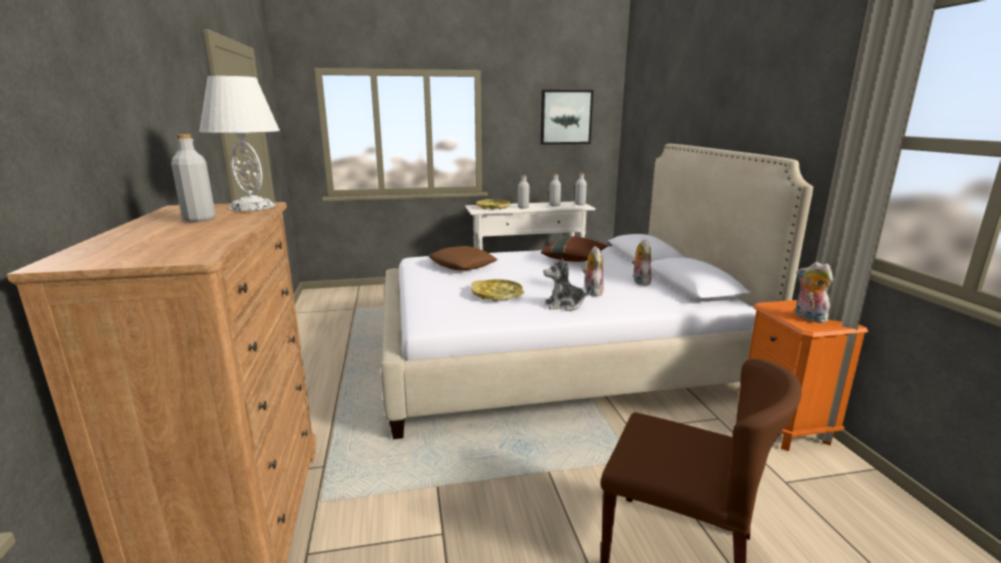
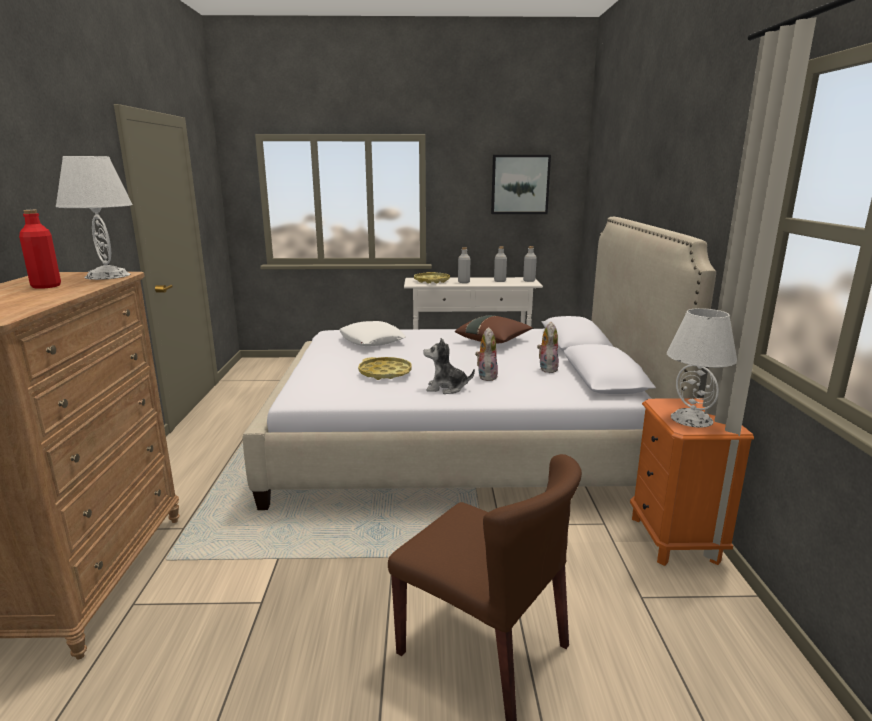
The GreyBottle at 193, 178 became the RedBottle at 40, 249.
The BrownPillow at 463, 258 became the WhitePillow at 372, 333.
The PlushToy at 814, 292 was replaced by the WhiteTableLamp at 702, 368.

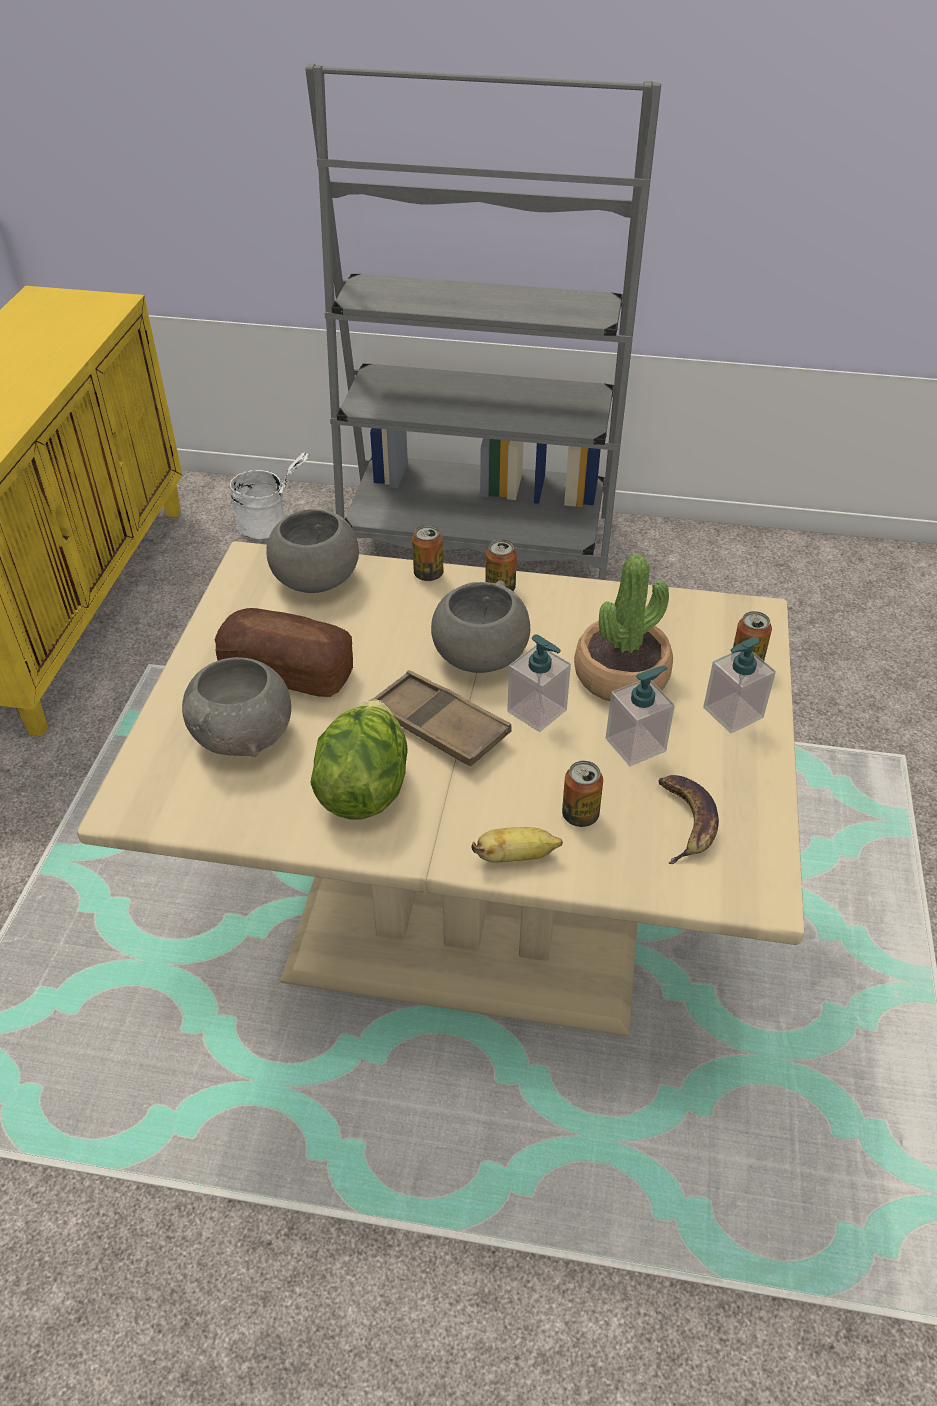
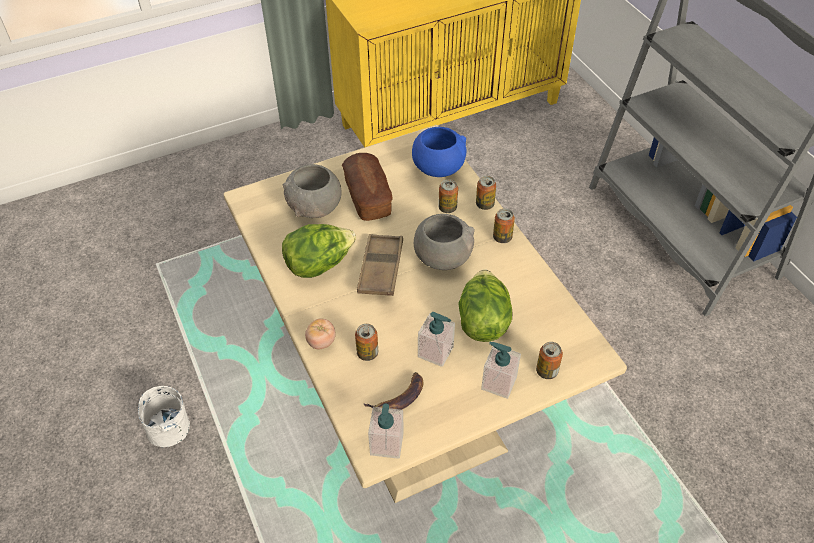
The WhiteBucket moved from 270, 495 to 164, 416.
The GreyBowl at 312, 550 became the BlueBowl at 439, 152.
The PottedPlant at 623, 627 was replaced by the Lettuce at 485, 305.
The SoapDispenser moved from 539, 683 to 386, 431.
The Banana at 517, 845 was replaced by the Tomato at 320, 333.
The Can at 448, 196 appeared.

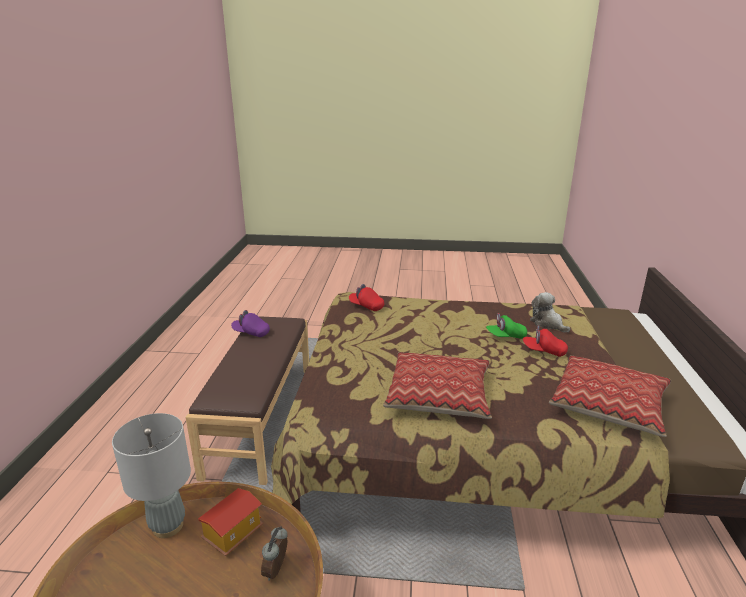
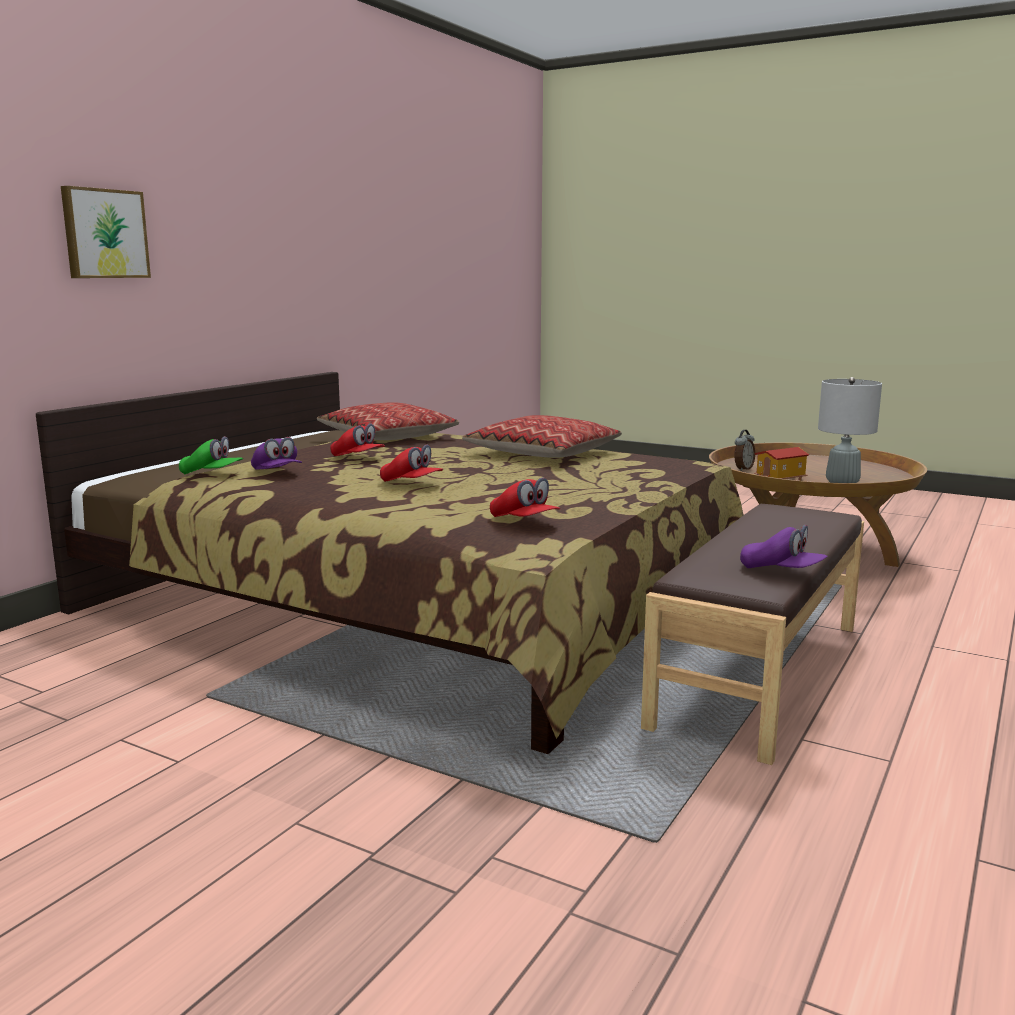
The PlushToy at 550, 312 was replaced by the PurpleCap at 276, 453.
The GreenCap moved from 506, 326 to 211, 455.
The Picture at 106, 232 appeared.
The RedCap at 412, 463 appeared.

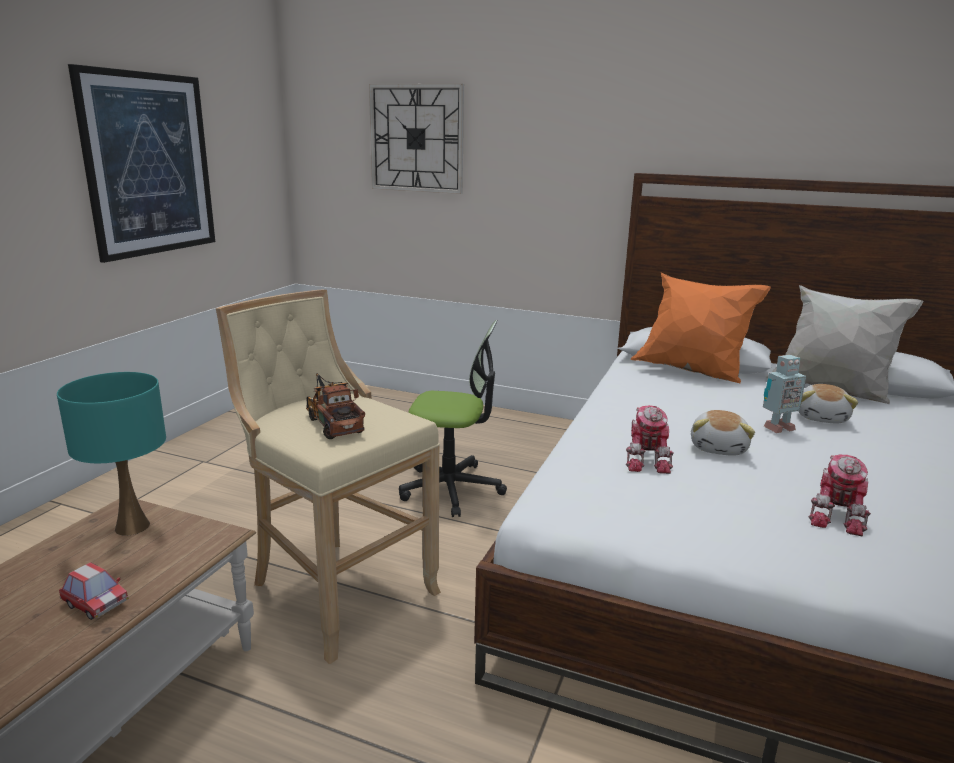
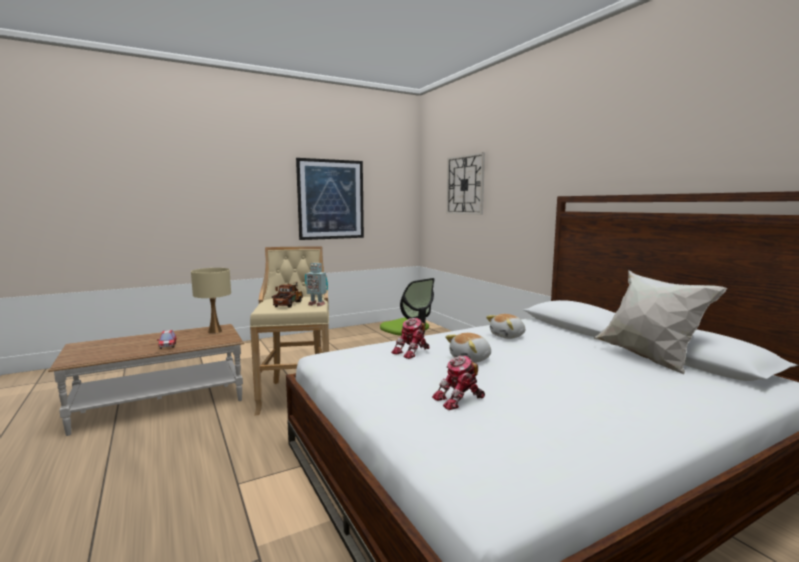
The OrangePillow at 701, 327 disappeared.
The ToyRobot moved from 784, 394 to 316, 284.
The TurquoiseTableLamp at 111, 454 became the BeigeTableLamp at 211, 301.
The PlushToy moved from 828, 403 to 505, 326.

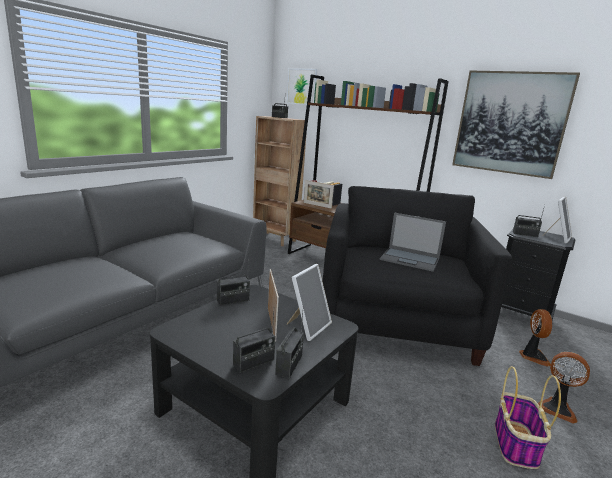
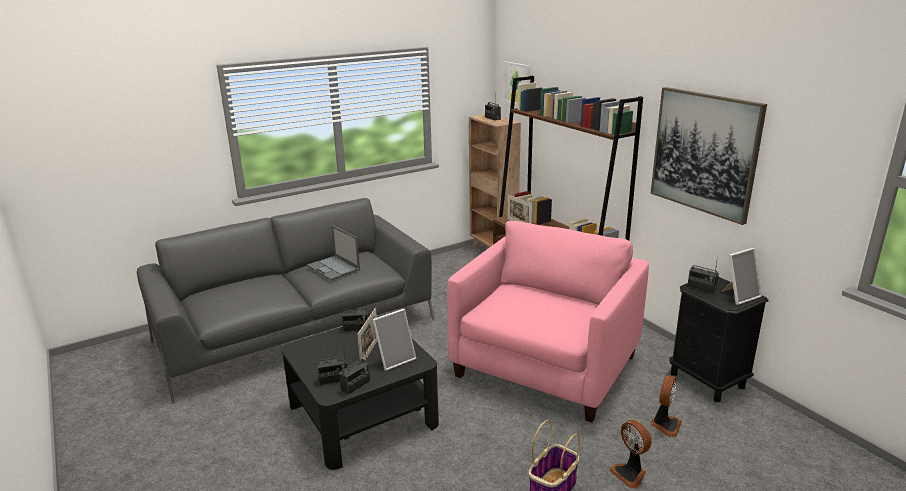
The BlackArmchair at 417, 276 became the PinkArmchair at 548, 322.
The Laptop moved from 413, 242 to 333, 252.

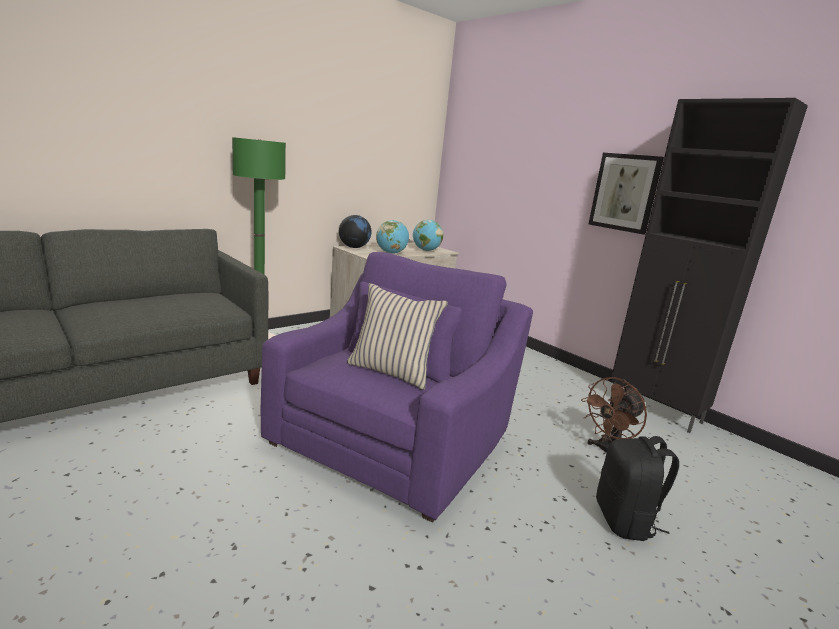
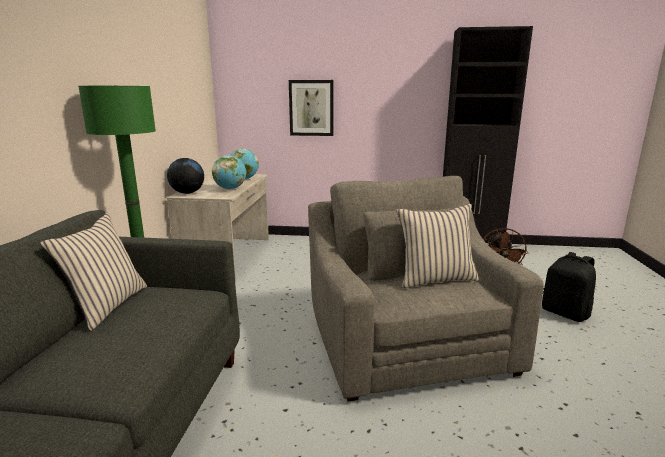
The Picture moved from 626, 194 to 311, 108.
The PurpleArmchair at 397, 387 became the GreyArmchair at 426, 288.
The BeigePillow at 93, 271 appeared.

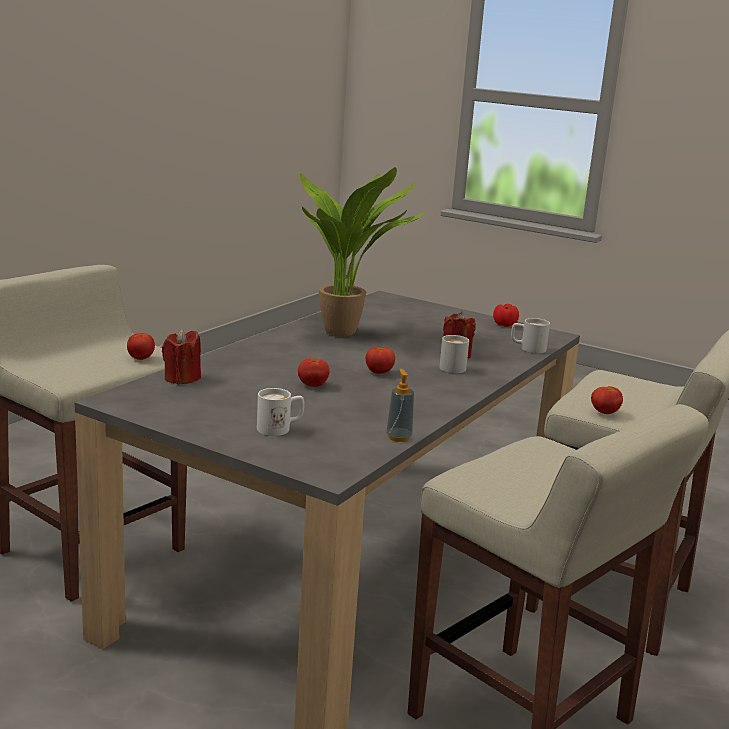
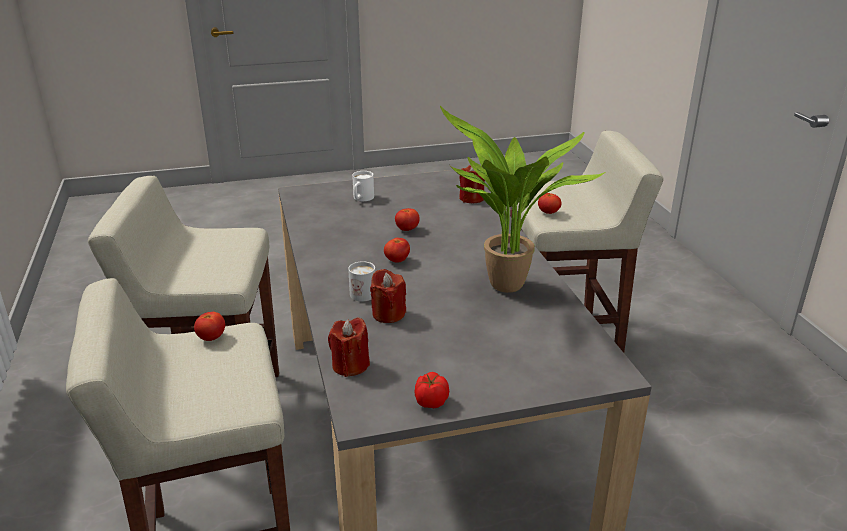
The WhiteMug at 530, 336 was replaced by the RedCandle at 349, 347.
The SoapDispenser at 400, 405 disappeared.

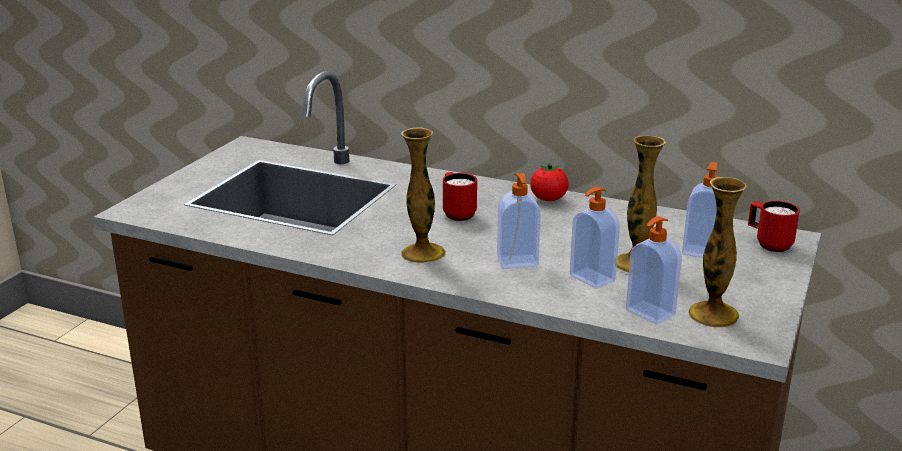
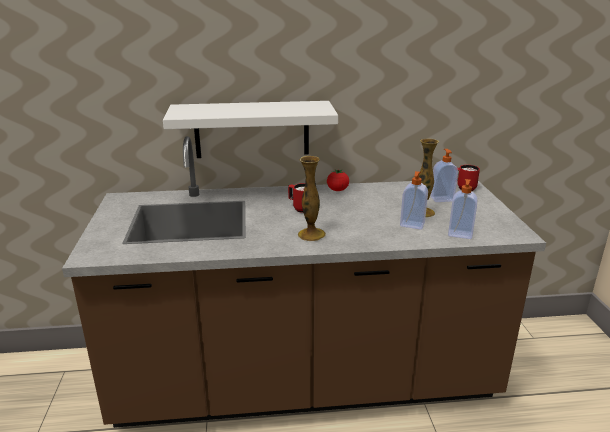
The SoapDispenser at 519, 221 disappeared.
The Vase at 717, 252 disappeared.
The WhiteShelf at 250, 129 appeared.

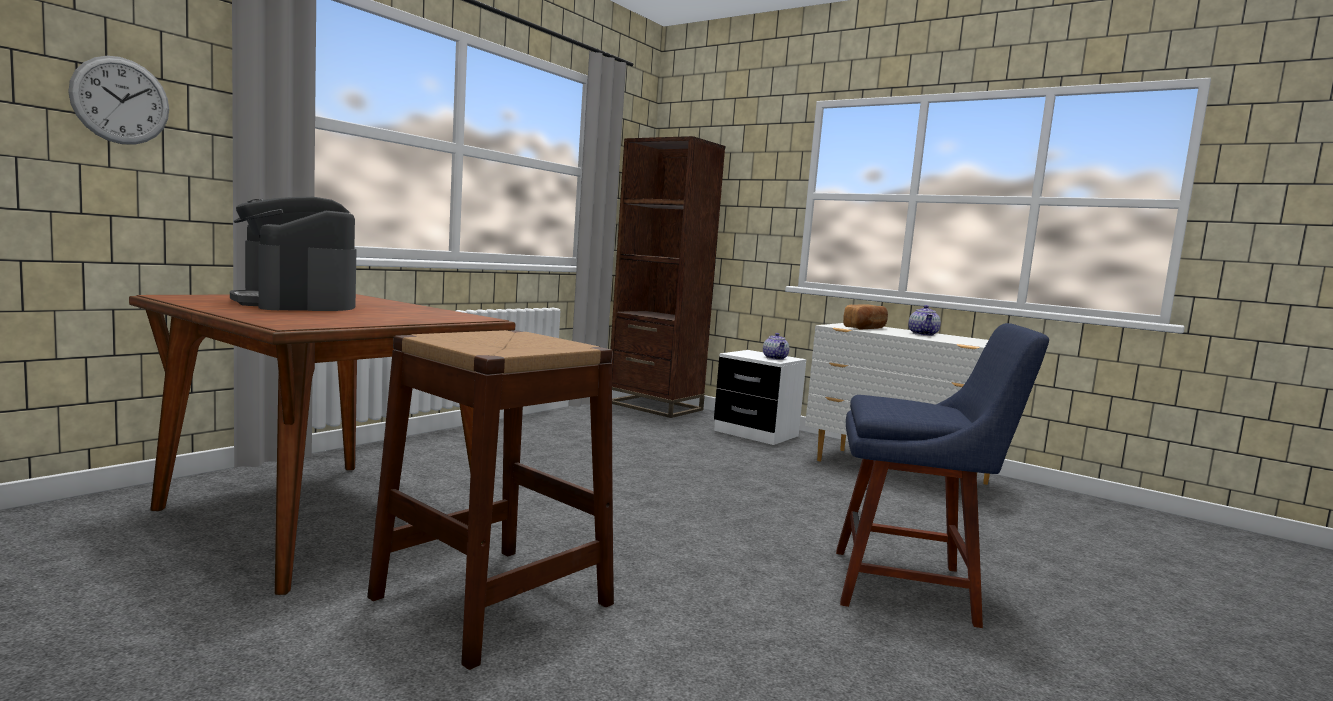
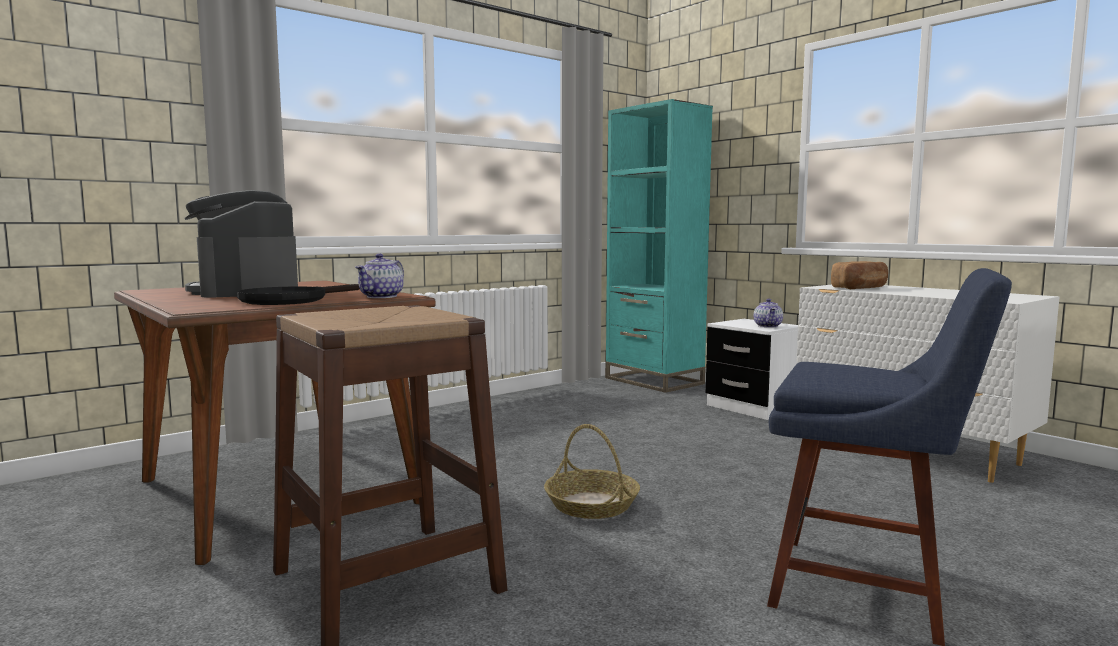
The WallClock at 118, 100 disappeared.
The BrownBookcase at 668, 277 became the TurquoiseBookcase at 659, 246.
The Teapot moved from 925, 320 to 379, 275.
The BlackFryingPan at 298, 294 appeared.
The Basket at 592, 471 appeared.

